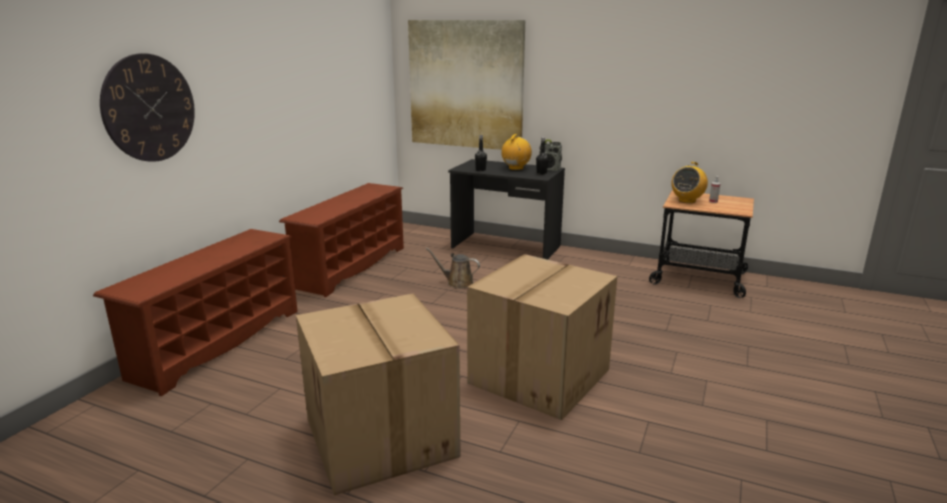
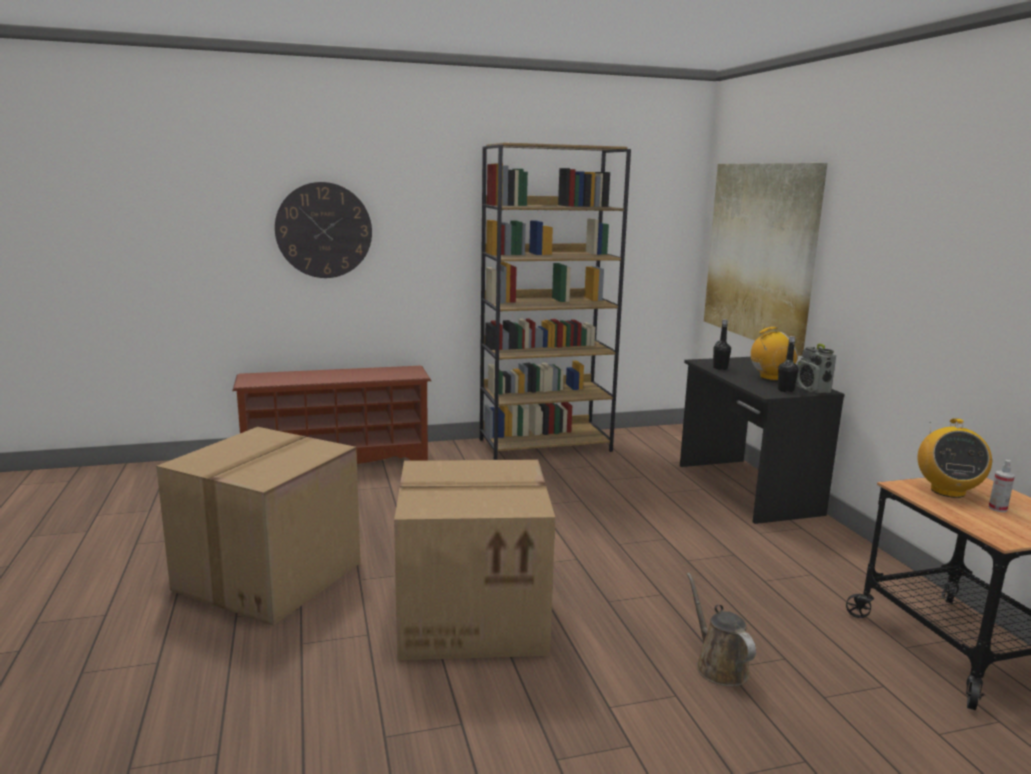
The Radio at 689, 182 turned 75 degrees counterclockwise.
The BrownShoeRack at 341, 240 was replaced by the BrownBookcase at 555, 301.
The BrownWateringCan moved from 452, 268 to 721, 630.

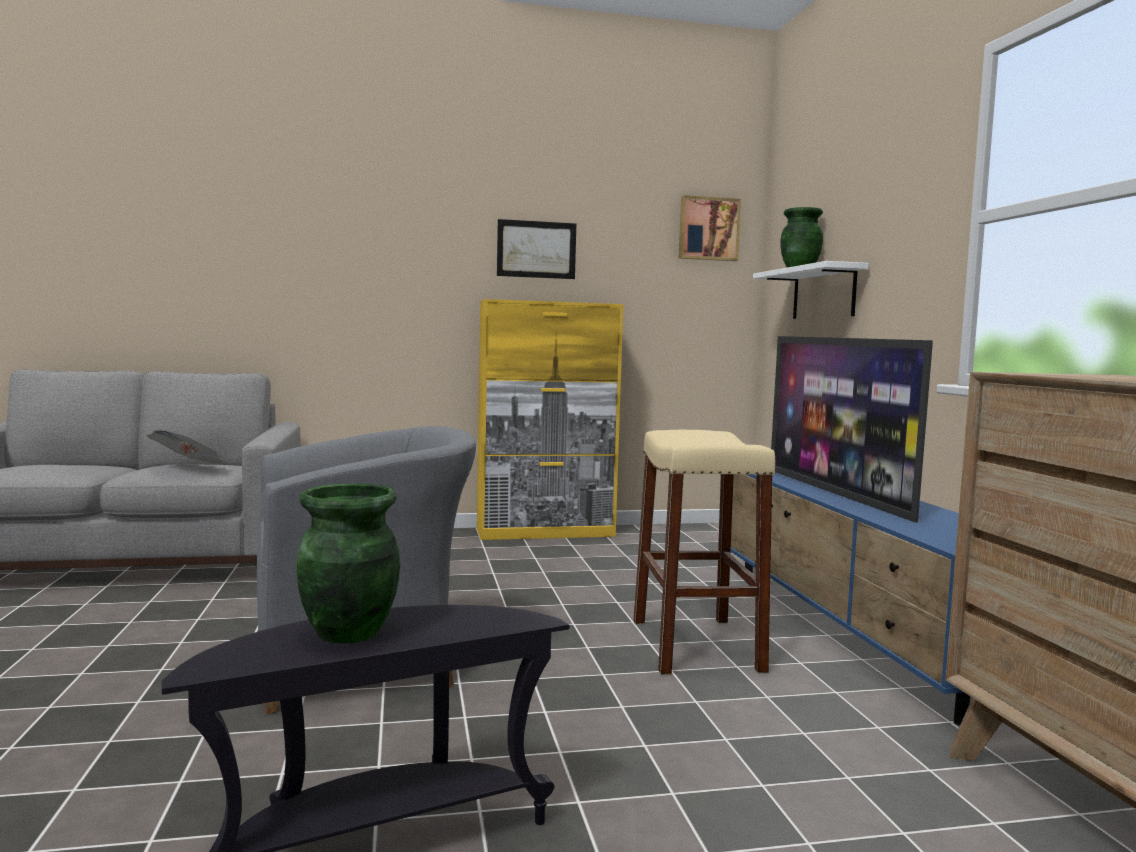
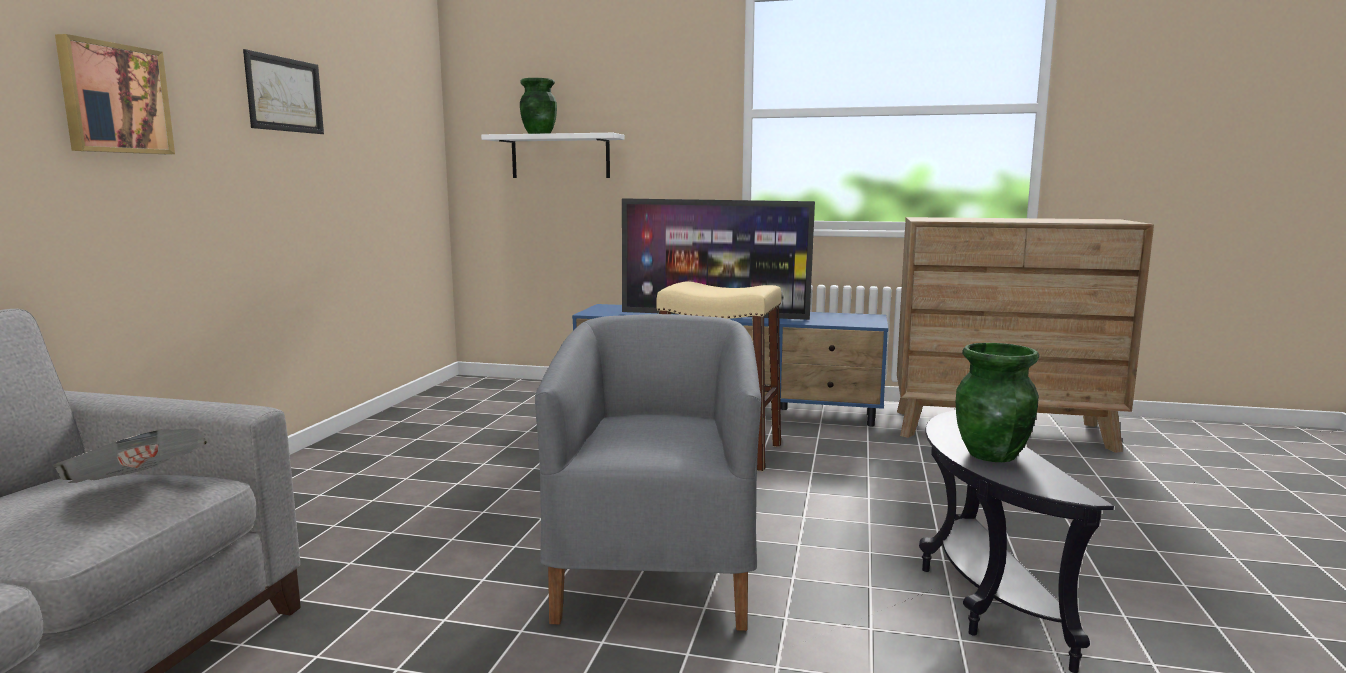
The Picture moved from 709, 228 to 115, 94.
The YellowCabinet at 550, 419 disappeared.

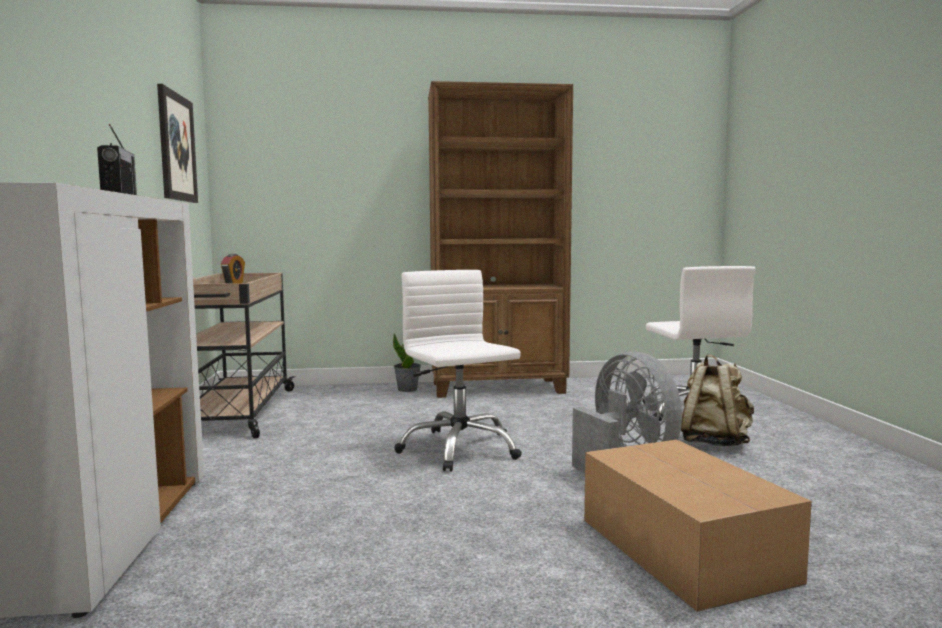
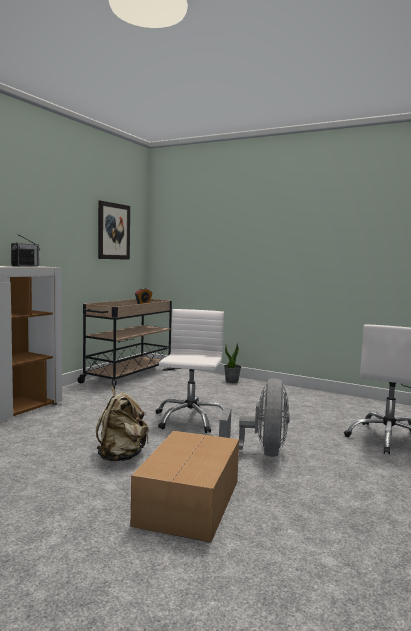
The BrownBookcase at 500, 239 disappeared.
The BeigeBackpack moved from 717, 400 to 122, 424.

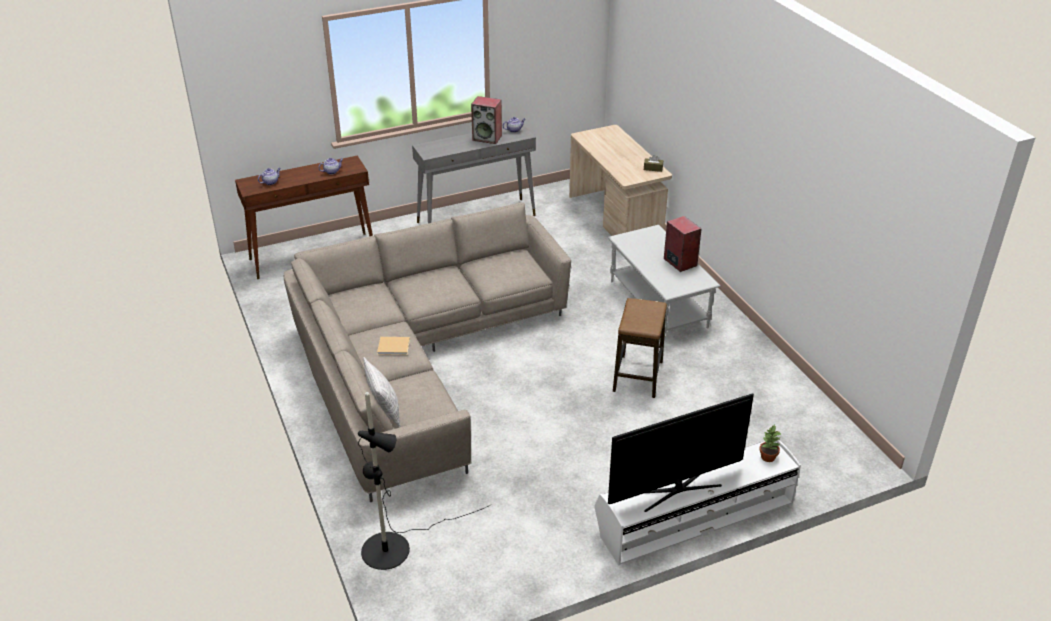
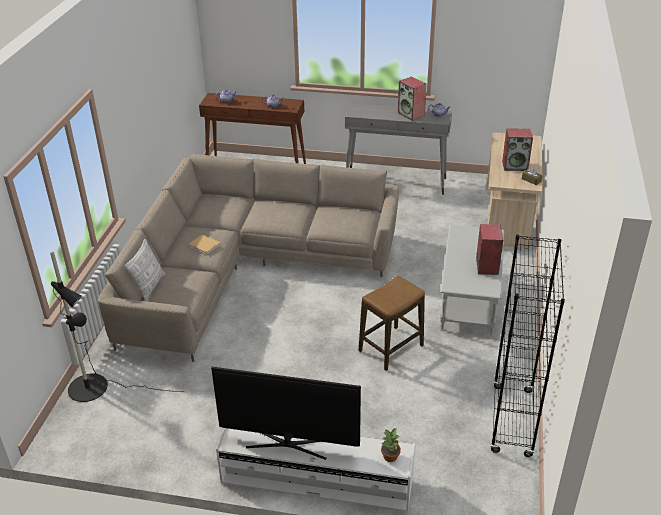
The Speaker at 517, 149 appeared.
The BlackBookcase at 527, 346 appeared.

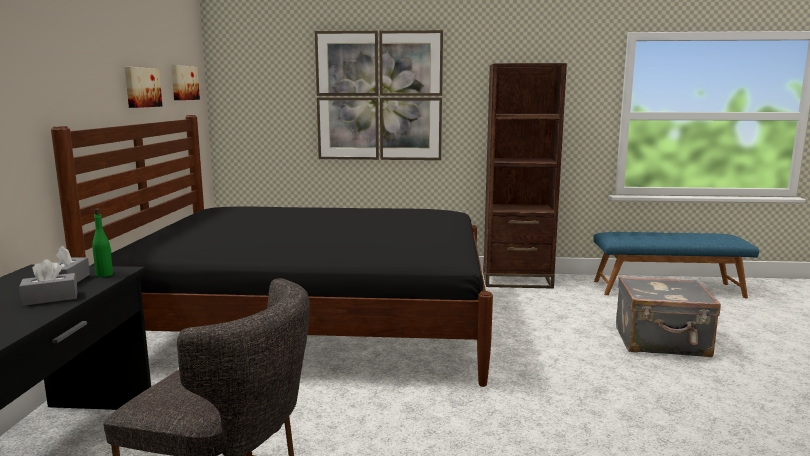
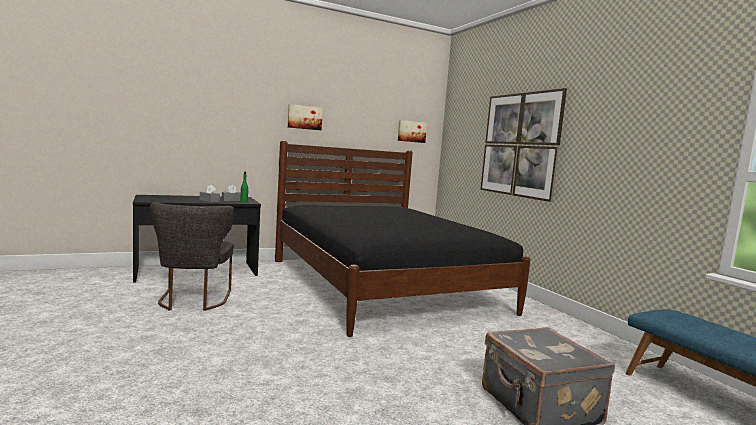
The BrownBookcase at 525, 176 disappeared.
The Picture moved from 143, 87 to 305, 117.

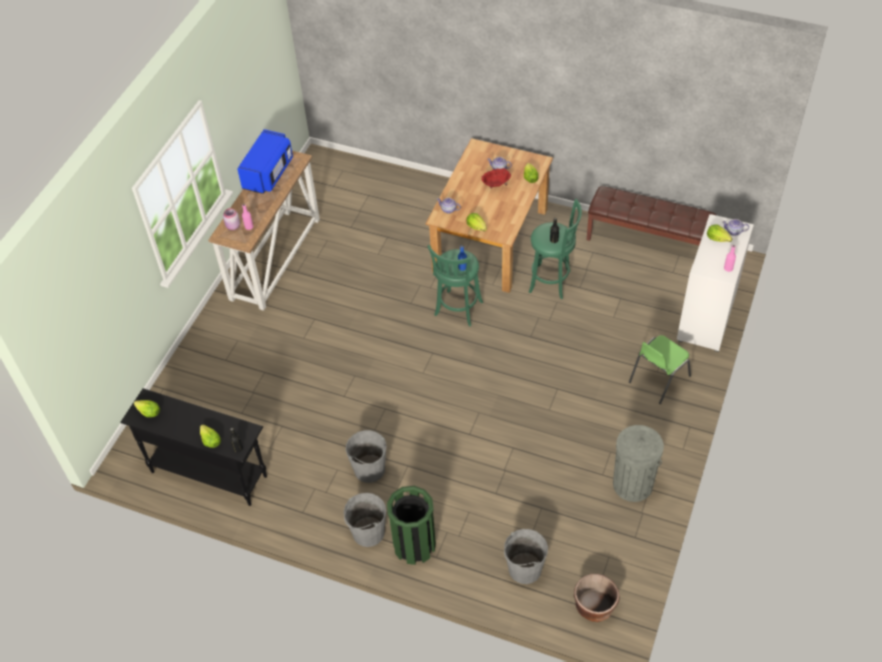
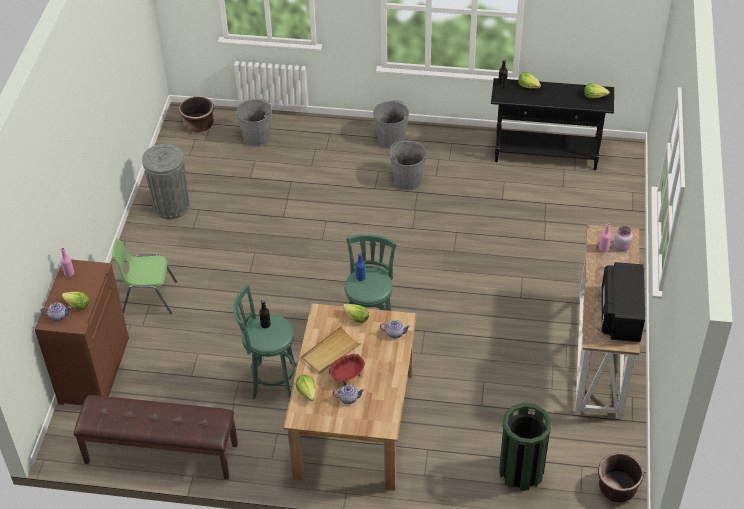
The BlueMicrowave at 265, 161 became the BlackMicrowave at 623, 302.
The WhiteCabinet at 715, 283 became the BrownCabinet at 82, 332.
The GreenChair at 660, 369 turned 120 degrees counterclockwise.
The GreenTrashCan moved from 411, 525 to 525, 447.
The BeigeTray at 331, 350 appeared.
The BrownPlanter at 621, 478 appeared.

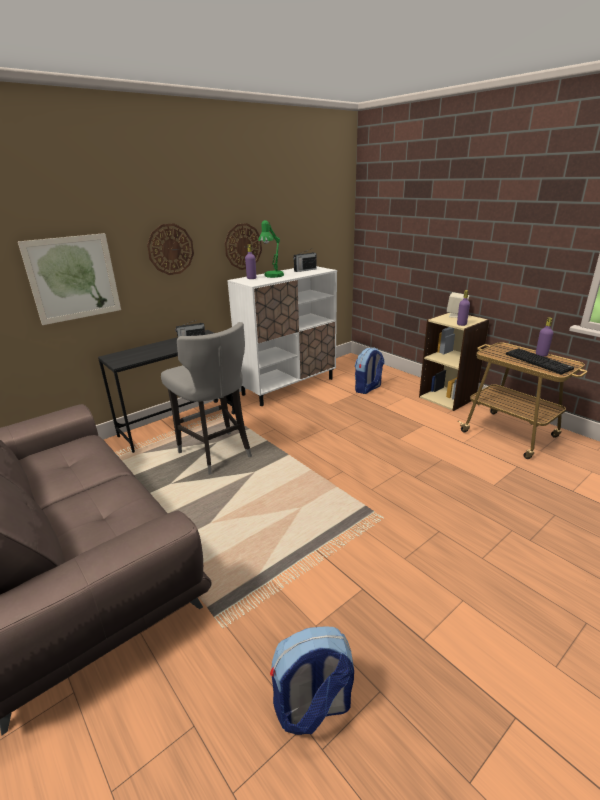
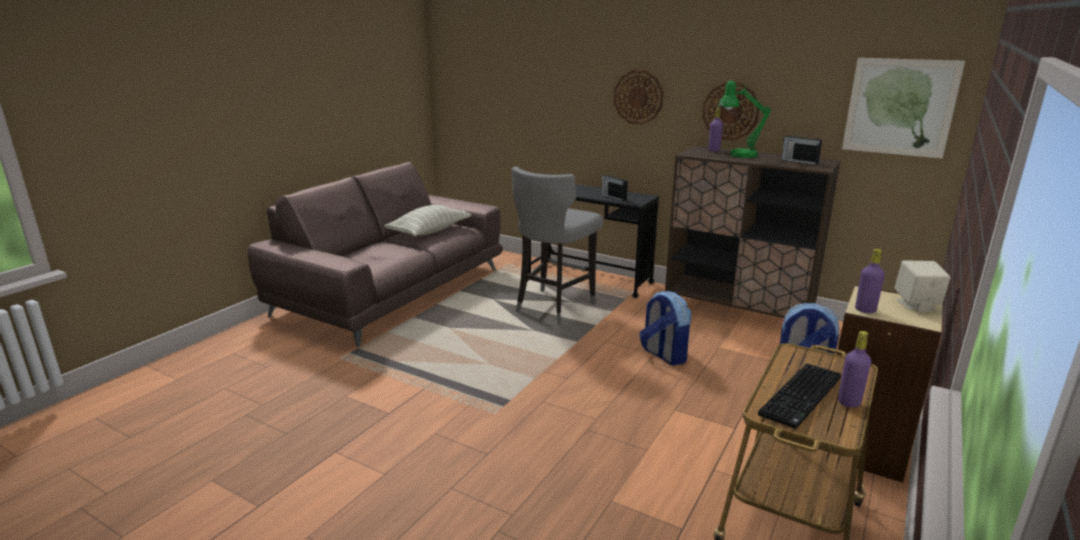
The Picture moved from 69, 279 to 903, 108.
The WhiteCabinet at 282, 336 became the BrownCabinet at 753, 232.
The Backpack moved from 312, 680 to 665, 328.
The Pillow at 427, 220 appeared.

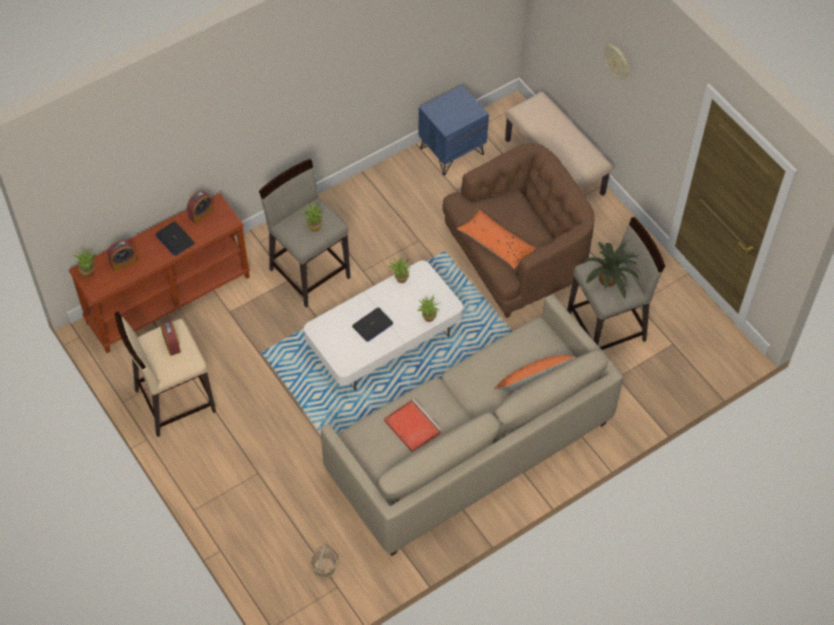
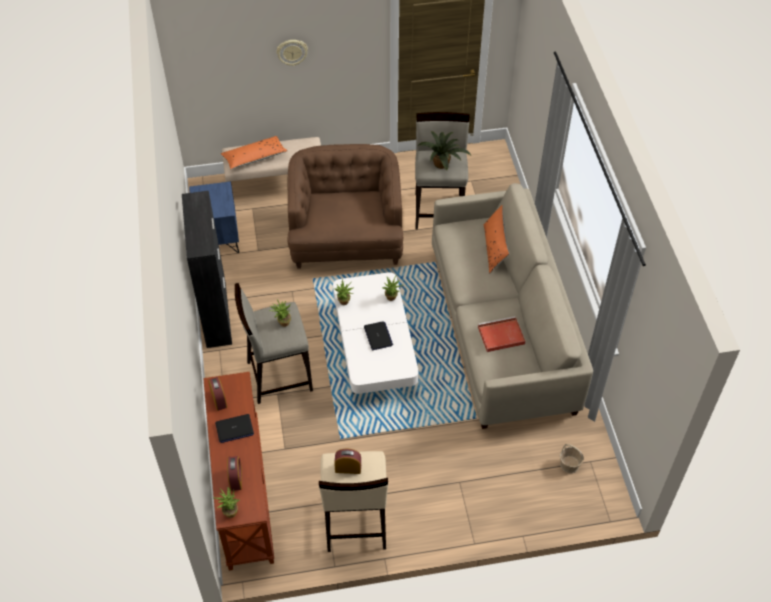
The OrangePillow moved from 496, 239 to 254, 152.
The BlackCabinet at 207, 269 appeared.

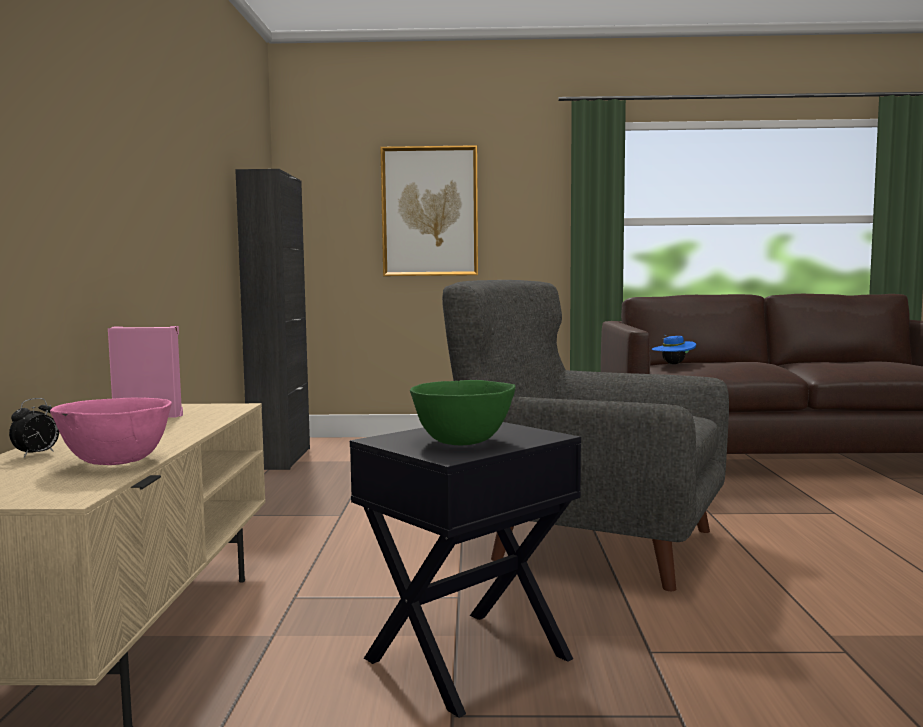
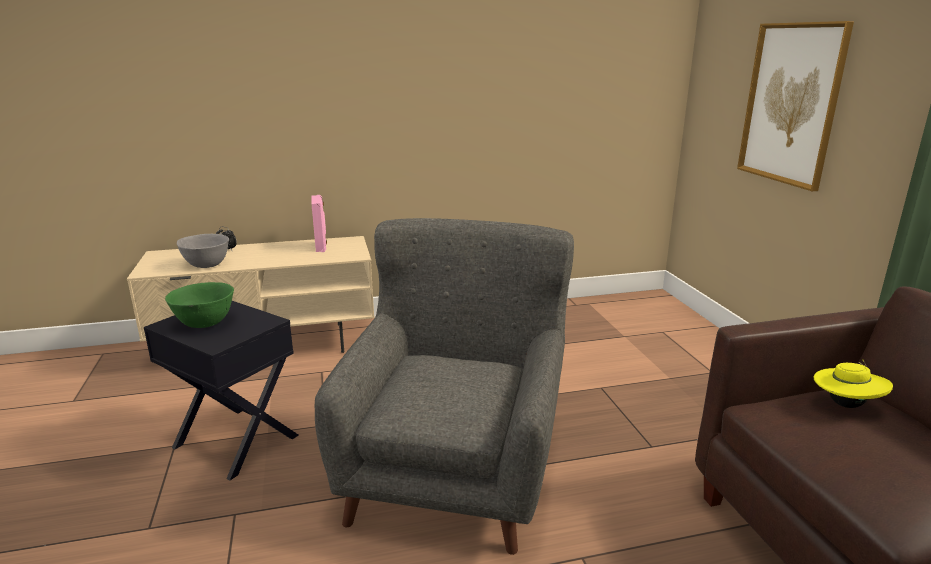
The BlackCabinet at 272, 319 disappeared.
The BlueHat at 674, 349 became the YellowHat at 853, 383.
The PinkBowl at 111, 431 became the GreyBowl at 203, 251.

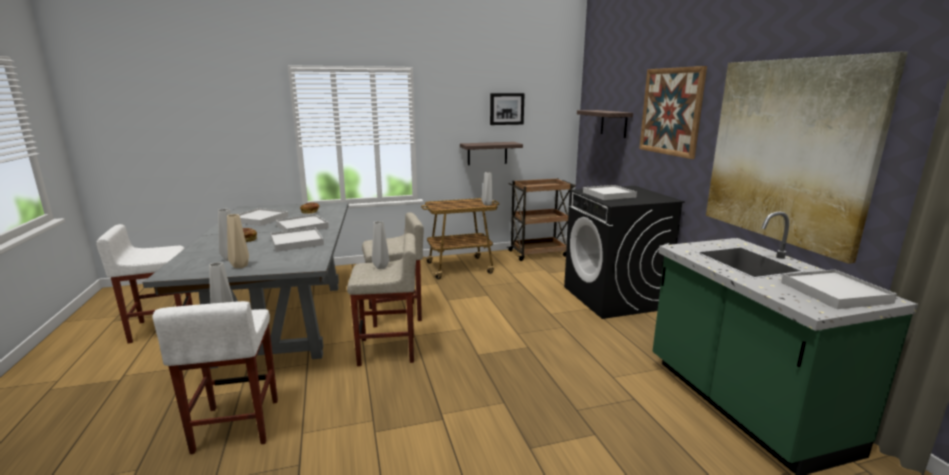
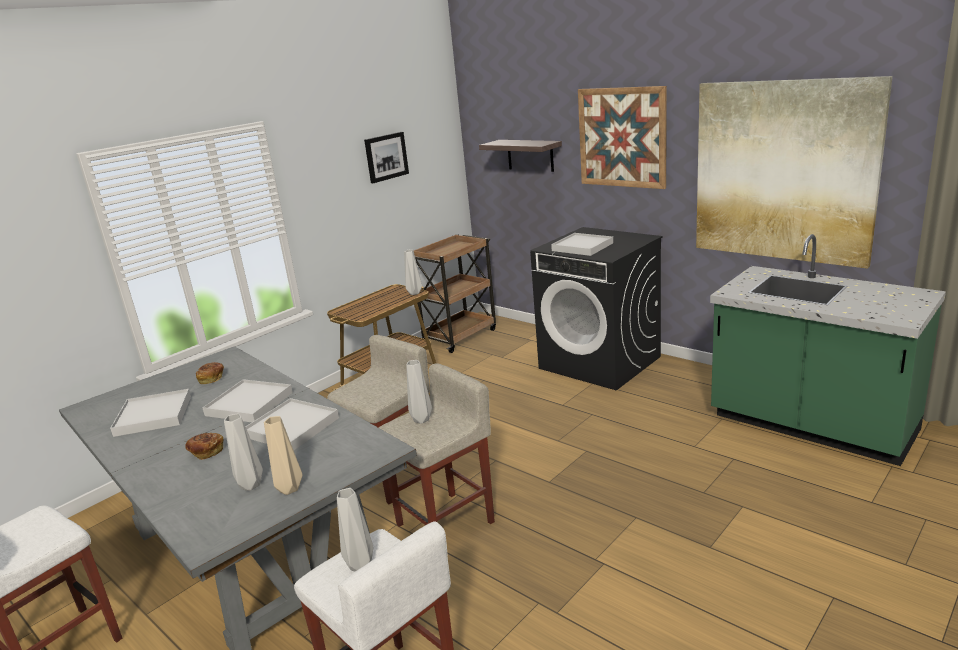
The Shelf at 491, 153 disappeared.
The WhiteTray at 839, 289 disappeared.

